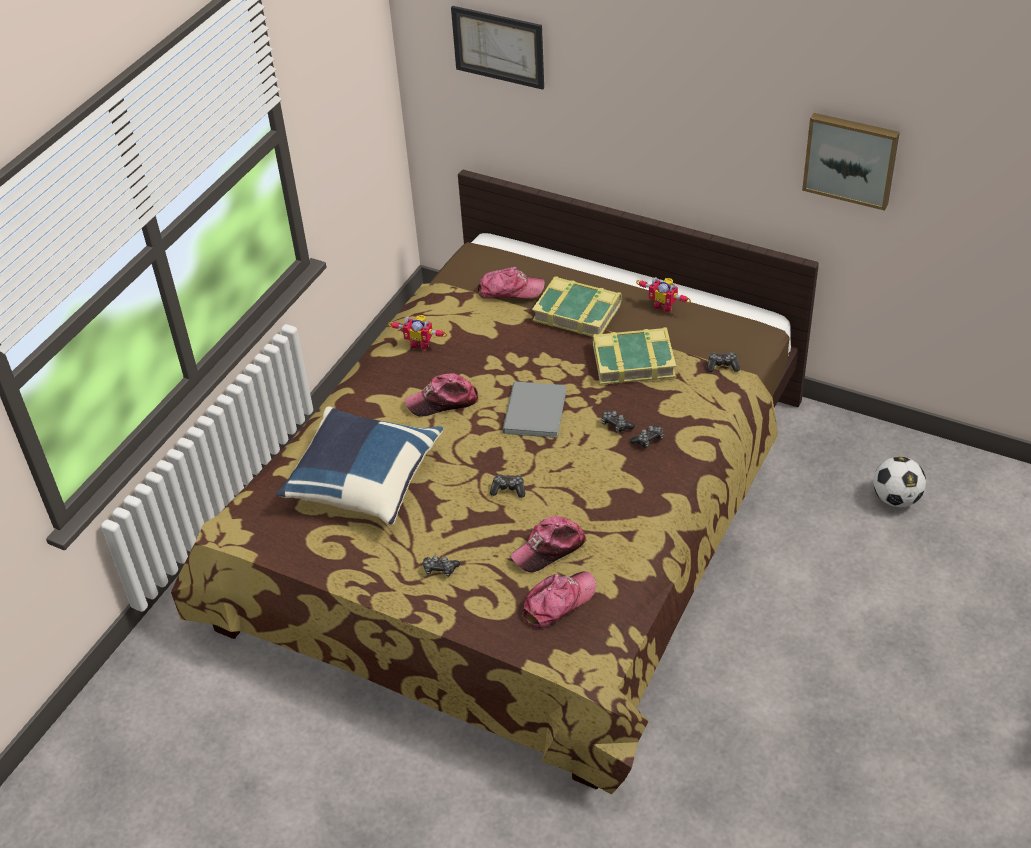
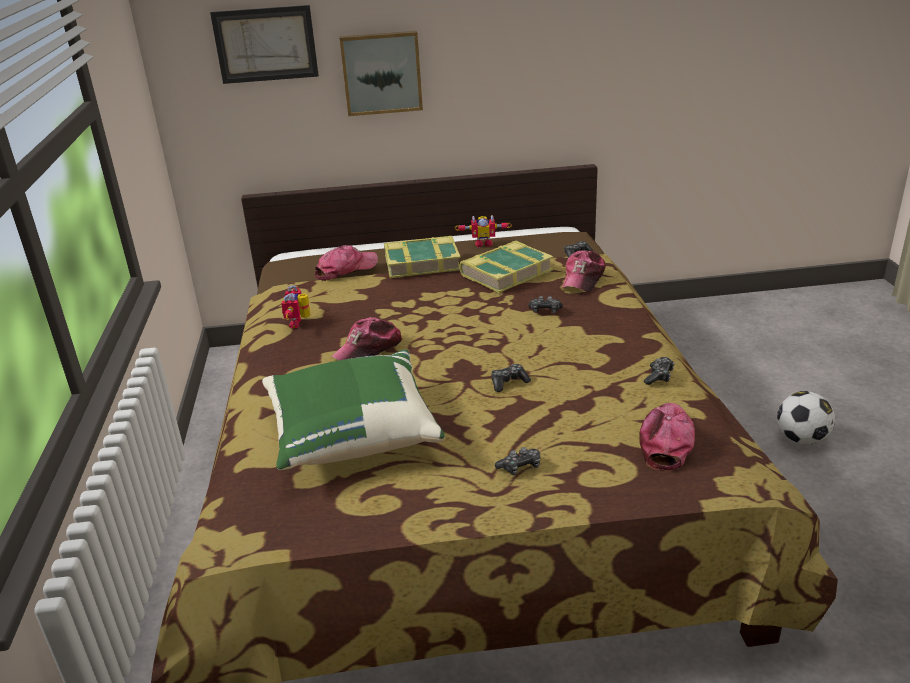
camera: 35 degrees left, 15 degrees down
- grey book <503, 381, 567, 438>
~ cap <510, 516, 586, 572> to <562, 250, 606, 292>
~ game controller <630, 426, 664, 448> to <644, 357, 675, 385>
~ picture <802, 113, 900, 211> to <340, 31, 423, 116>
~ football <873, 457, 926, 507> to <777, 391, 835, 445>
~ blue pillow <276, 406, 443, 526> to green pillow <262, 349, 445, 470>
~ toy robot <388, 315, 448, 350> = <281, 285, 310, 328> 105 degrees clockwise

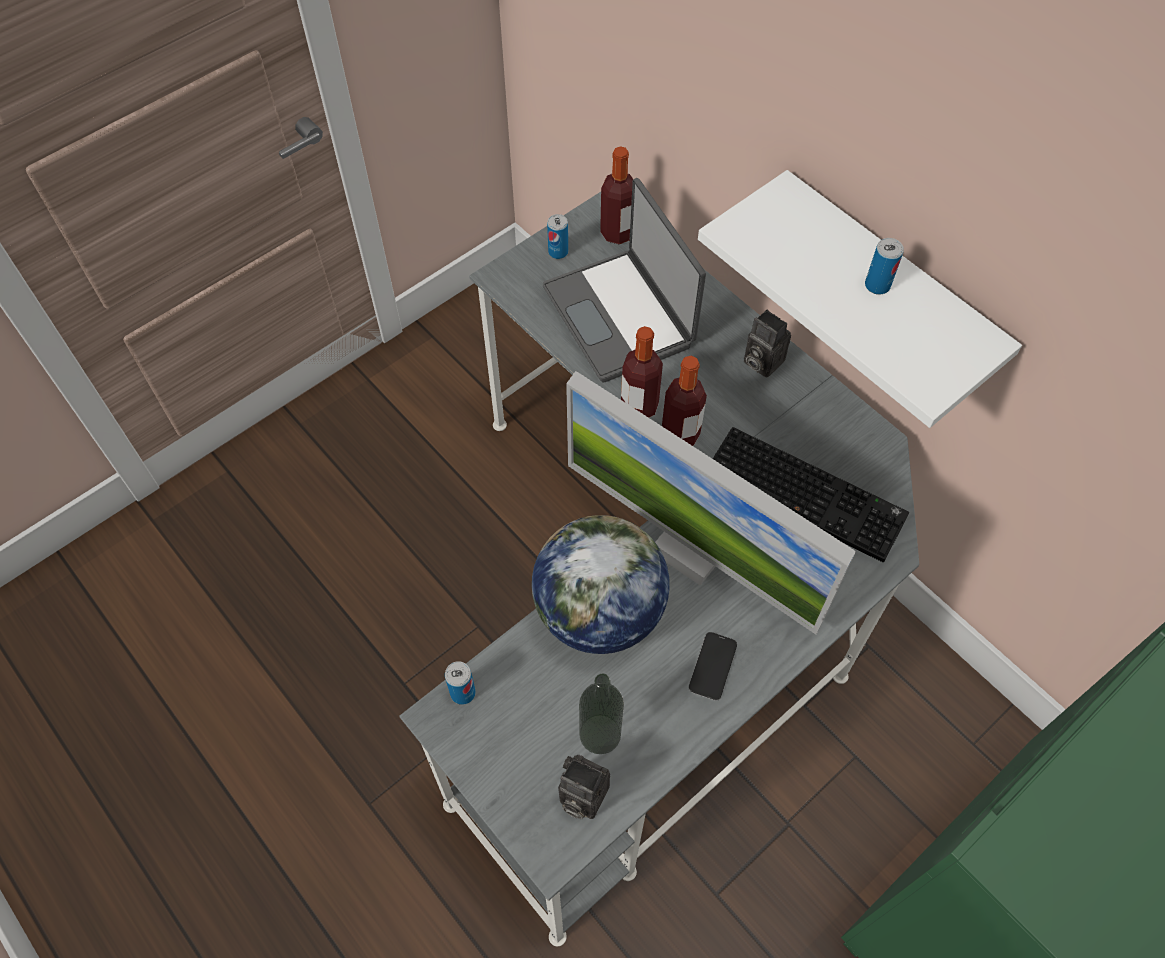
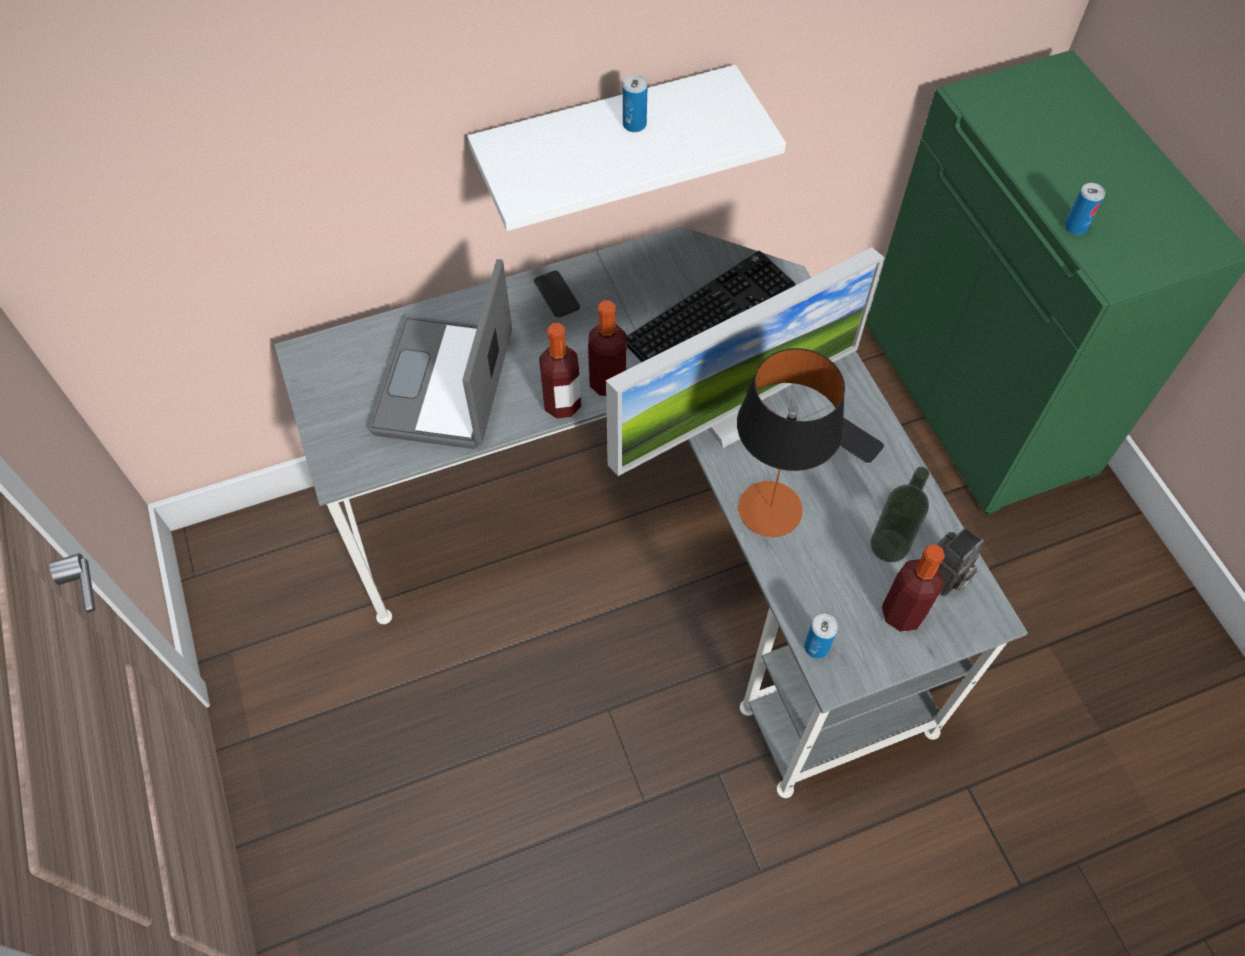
camera: 70 degrees left, 0 degrees up
~ can <547, 214, 568, 259> to <1065, 183, 1105, 235>
~ bottle <600, 146, 633, 244> to <882, 545, 945, 632>
~ globe <532, 515, 670, 654> to table lamp <737, 348, 845, 537>
~ photo camera <744, 310, 791, 378> to phone <534, 271, 580, 318>
~ laptop <543, 178, 706, 382> = <370, 259, 512, 449> 105 degrees clockwise

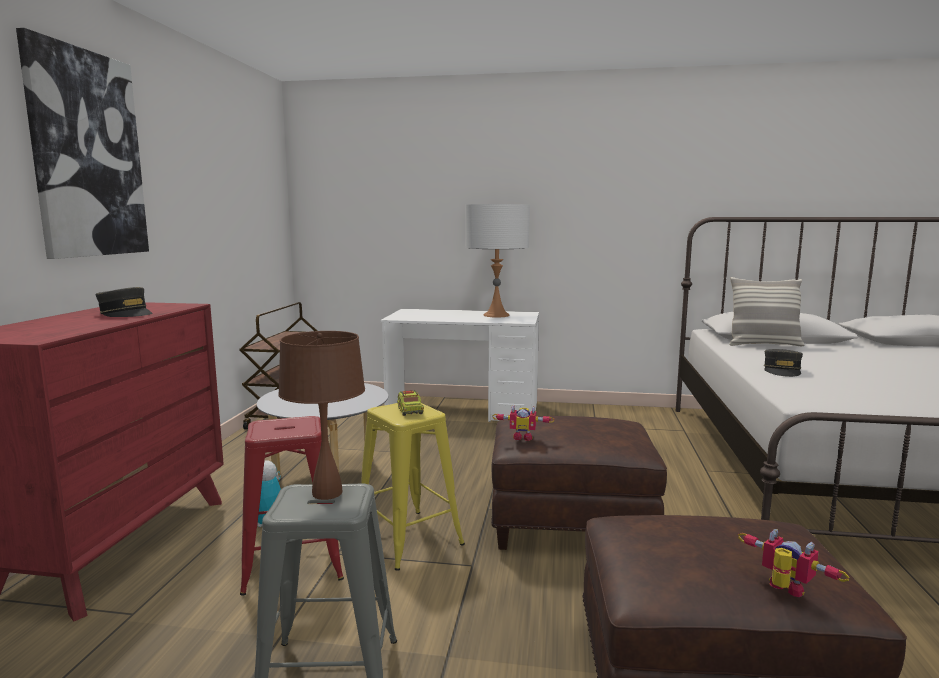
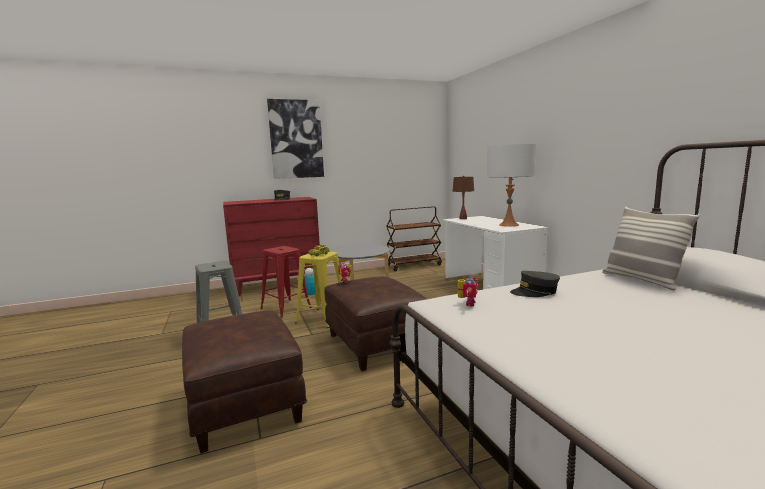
camera: 60 degrees right, 0 degrees up
~ brown table lamp <278, 331, 365, 500> to <453, 176, 474, 219>
~ toy robot <738, 529, 849, 597> to <458, 274, 478, 307>

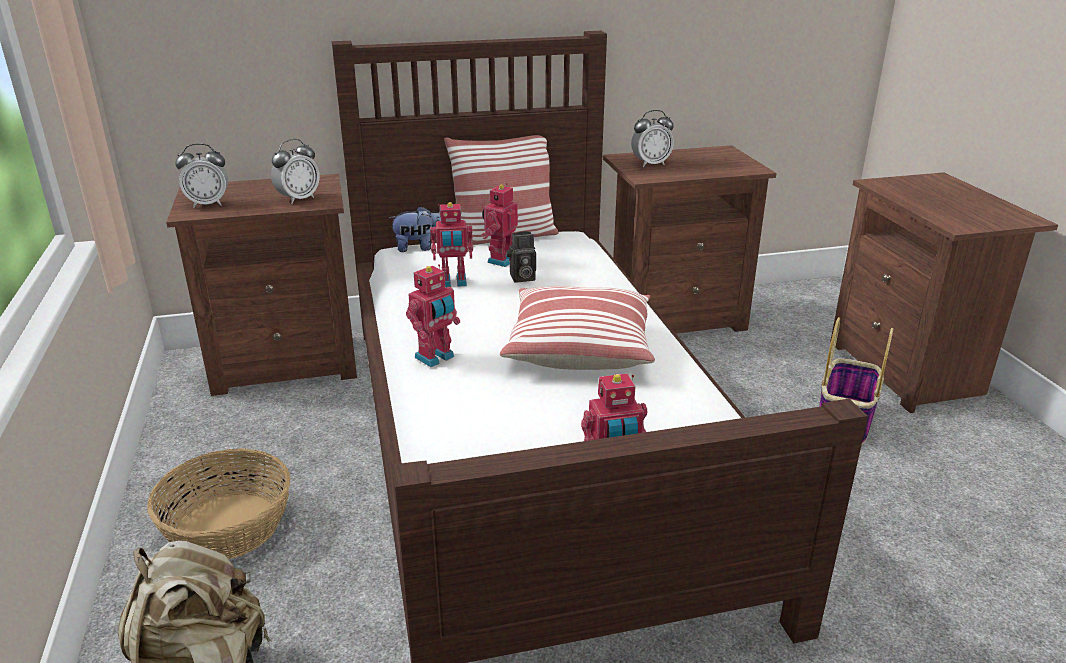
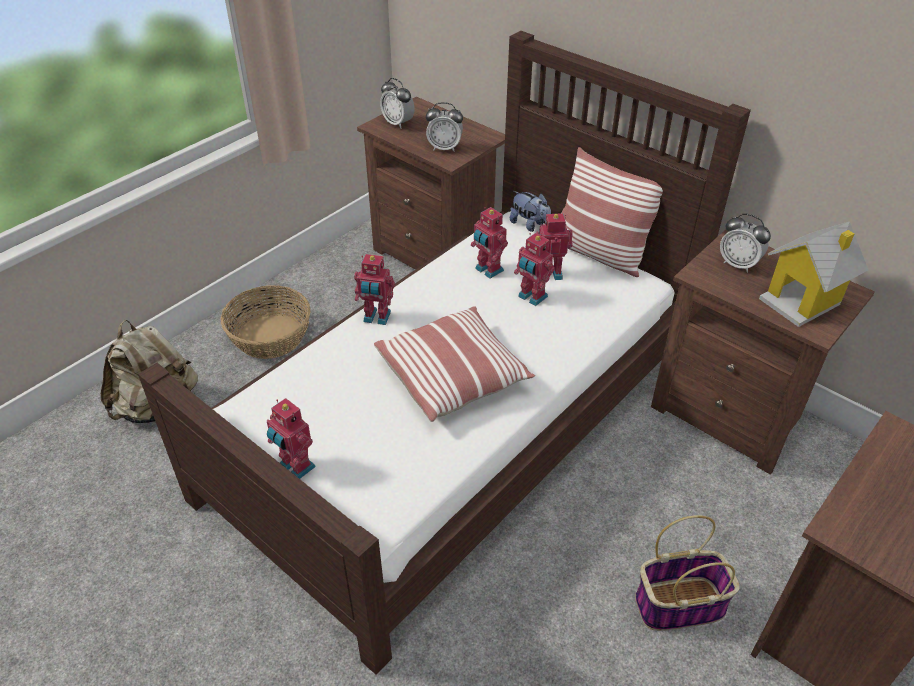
camera: 55 degrees right, 15 degrees up
+ toy house <759, 221, 868, 327>
~ photo camera <506, 231, 536, 282> to toy robot <514, 233, 555, 306>

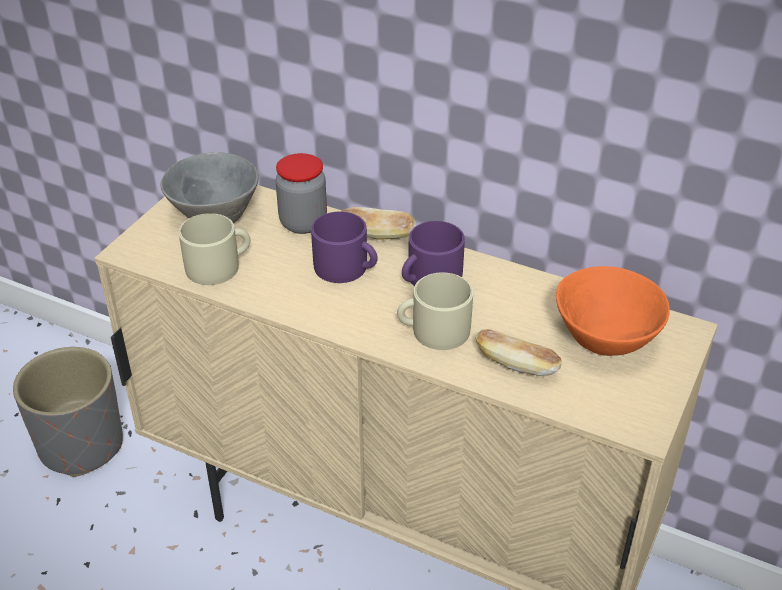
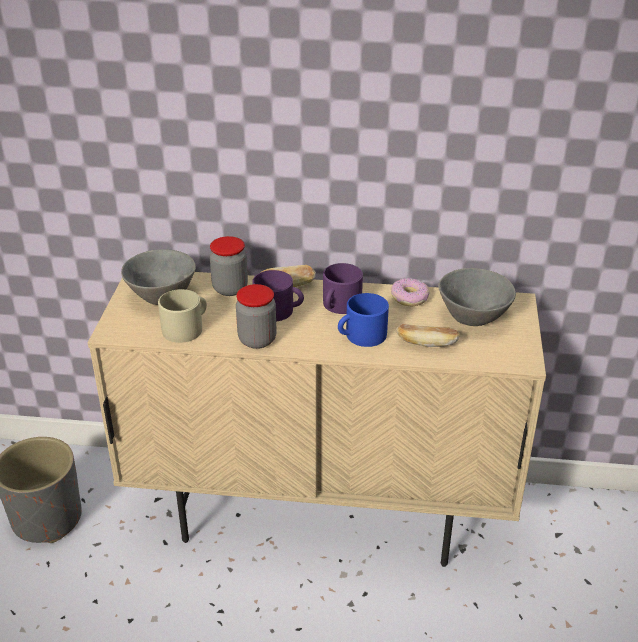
camera: 20 degrees left, 5 degrees down
+ jar <236, 284, 277, 349>
+ donut <391, 278, 430, 307>
~ beige mug <397, 272, 473, 350> to blue mug <338, 293, 389, 347>
~ orange bowl <556, 266, 670, 356> to grey bowl <438, 268, 516, 326>

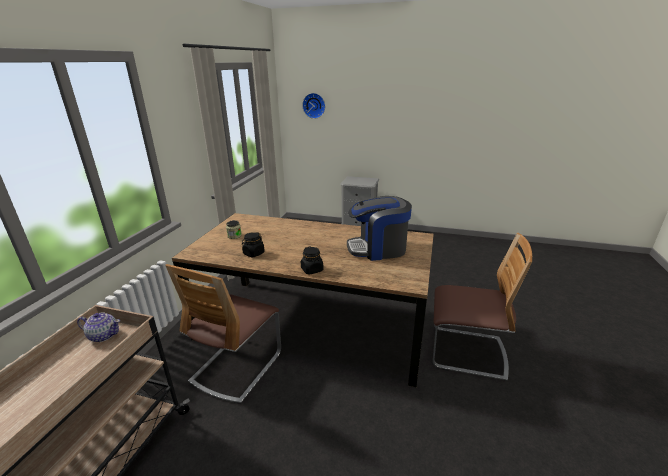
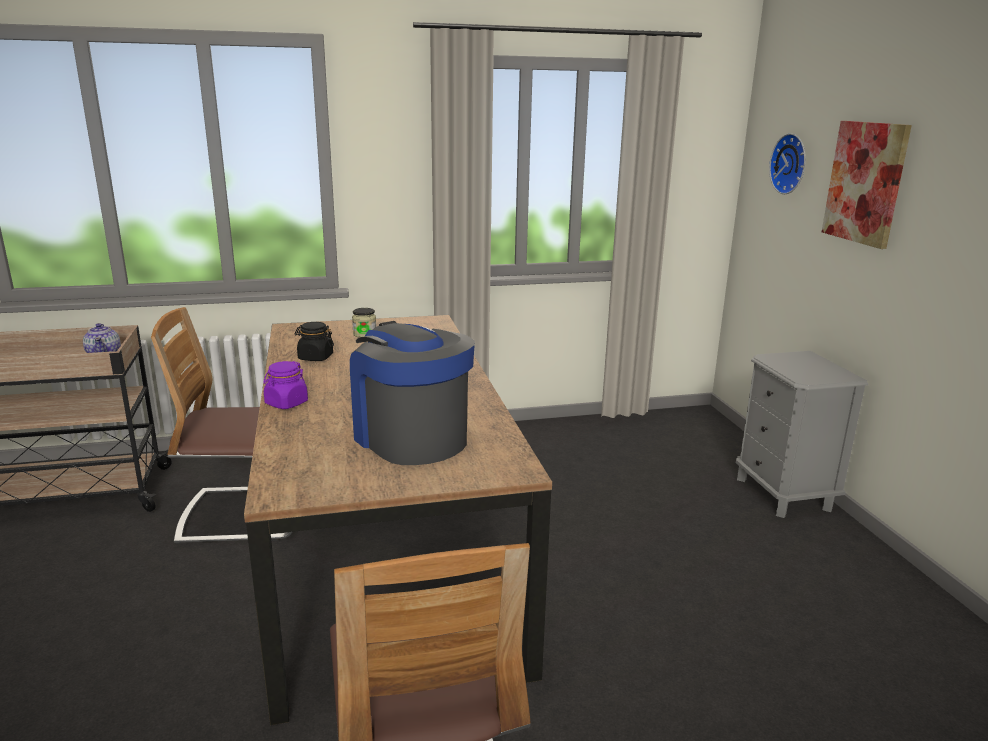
camera: 60 degrees right, 5 degrees down
+ picture <822, 121, 912, 249>
~ black jar <301, 247, 323, 275> to purple jar <263, 361, 308, 409>

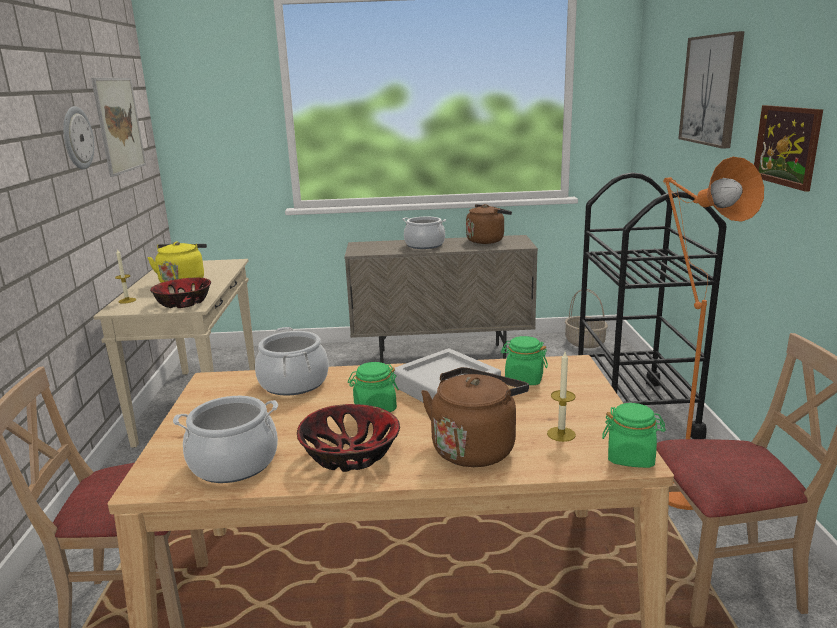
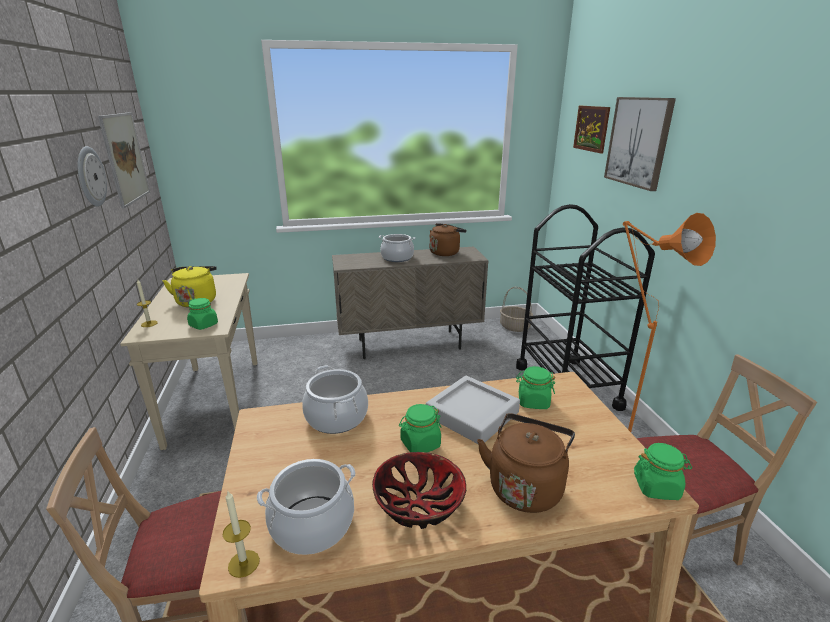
camera: 10 degrees left, 5 degrees up
~ candle <547, 352, 576, 442> to <223, 490, 260, 578>
~ picture <754, 105, 823, 192> to <573, 106, 610, 154>
~ bowl <150, 278, 211, 308> to green jar <187, 298, 218, 330>

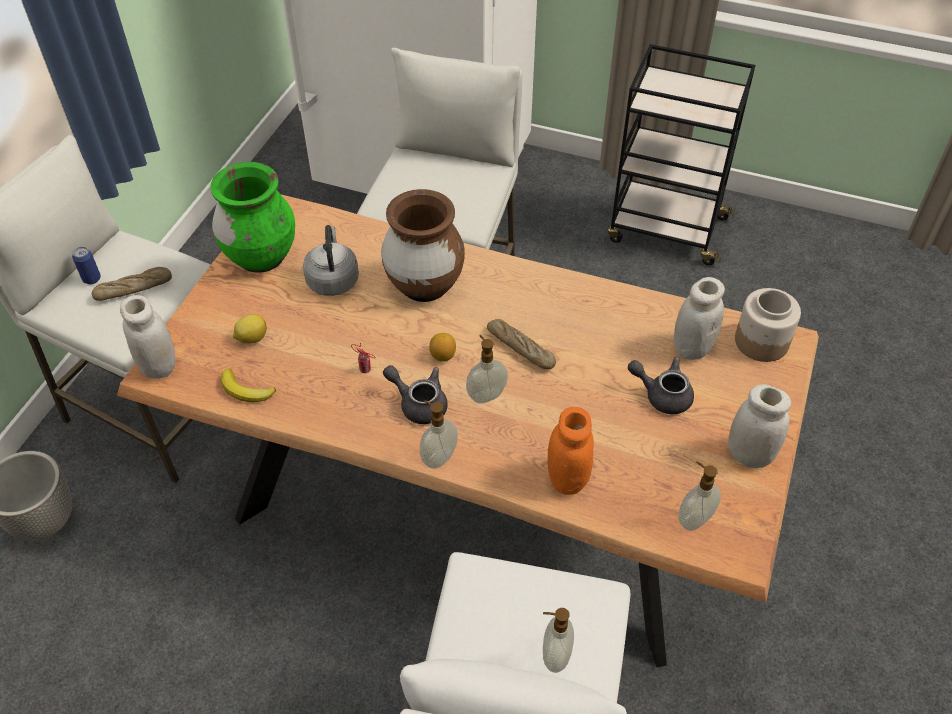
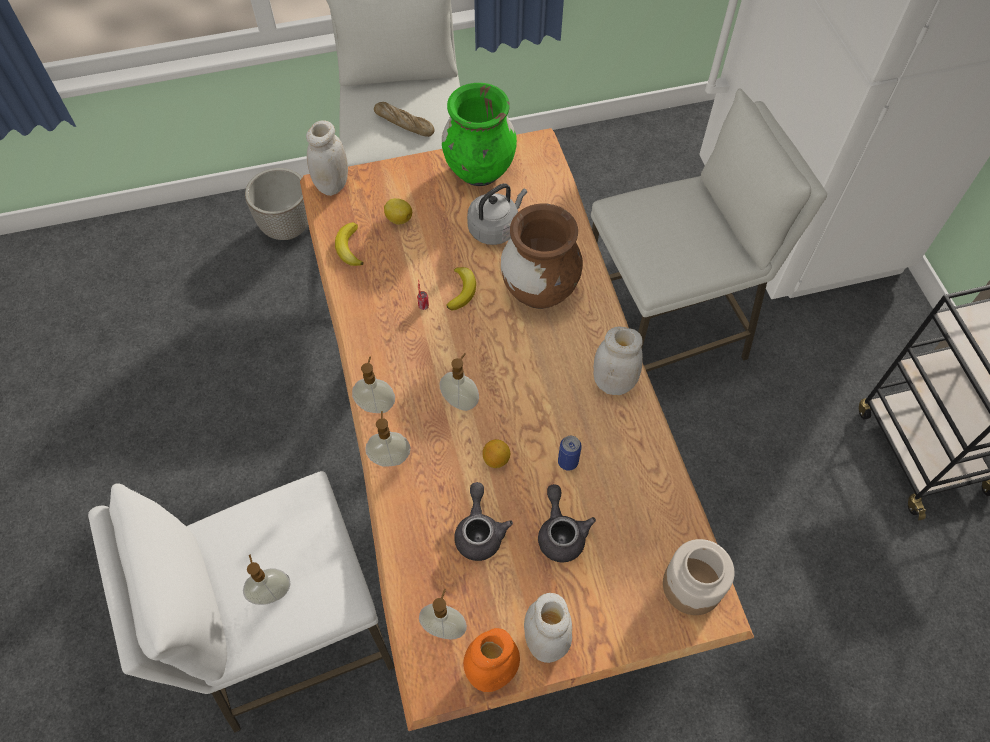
camera: 55 degrees right, 10 degrees up
- bread <487, 319, 556, 369>
+ soap dispenser <366, 411, 411, 467>
+ banana <446, 267, 476, 311>
~ can <72, 246, 101, 284> to <558, 436, 582, 471>
~ grey teapot <383, 365, 448, 424> to <454, 482, 513, 561>
~ lemon <429, 333, 456, 362> to <483, 439, 510, 468>
~ orange jar <548, 407, 594, 495> to <463, 628, 520, 692>
~ white jar <674, 277, 725, 360> to <593, 327, 643, 395>

